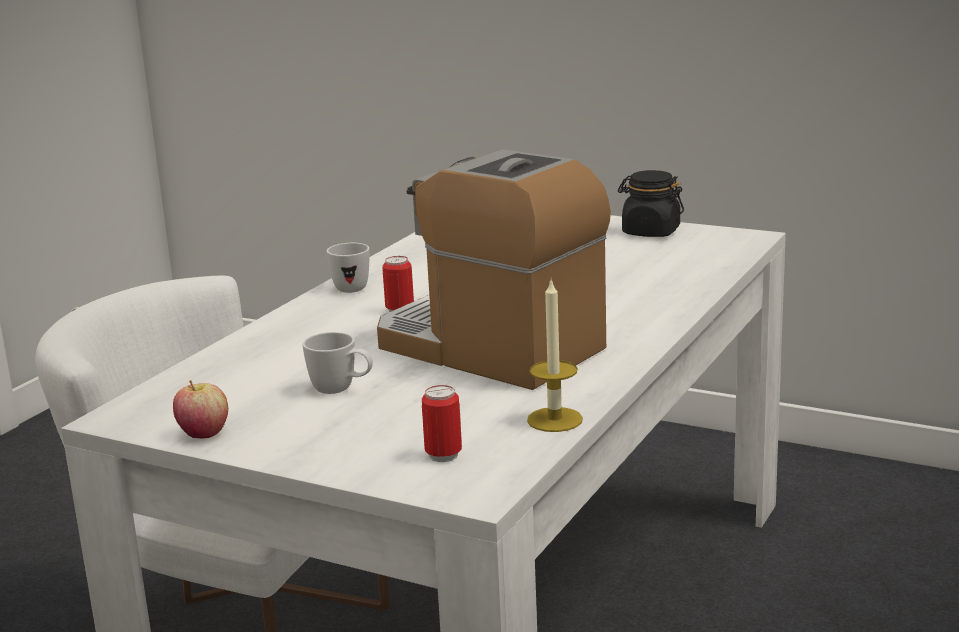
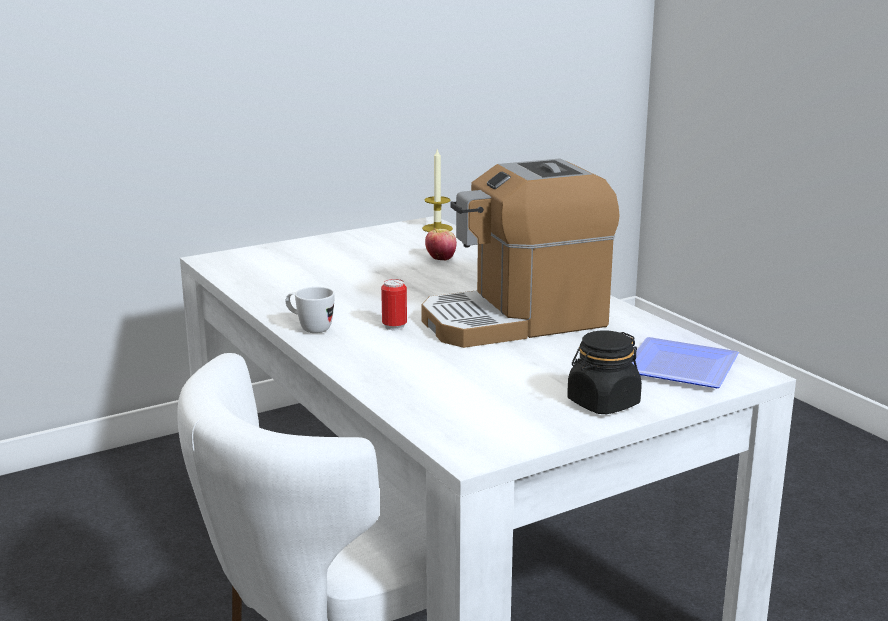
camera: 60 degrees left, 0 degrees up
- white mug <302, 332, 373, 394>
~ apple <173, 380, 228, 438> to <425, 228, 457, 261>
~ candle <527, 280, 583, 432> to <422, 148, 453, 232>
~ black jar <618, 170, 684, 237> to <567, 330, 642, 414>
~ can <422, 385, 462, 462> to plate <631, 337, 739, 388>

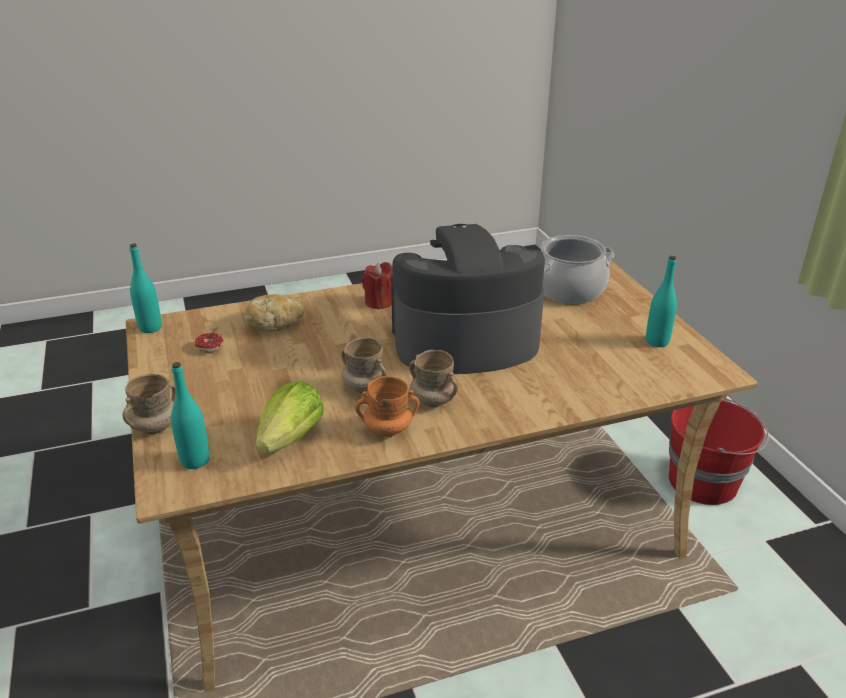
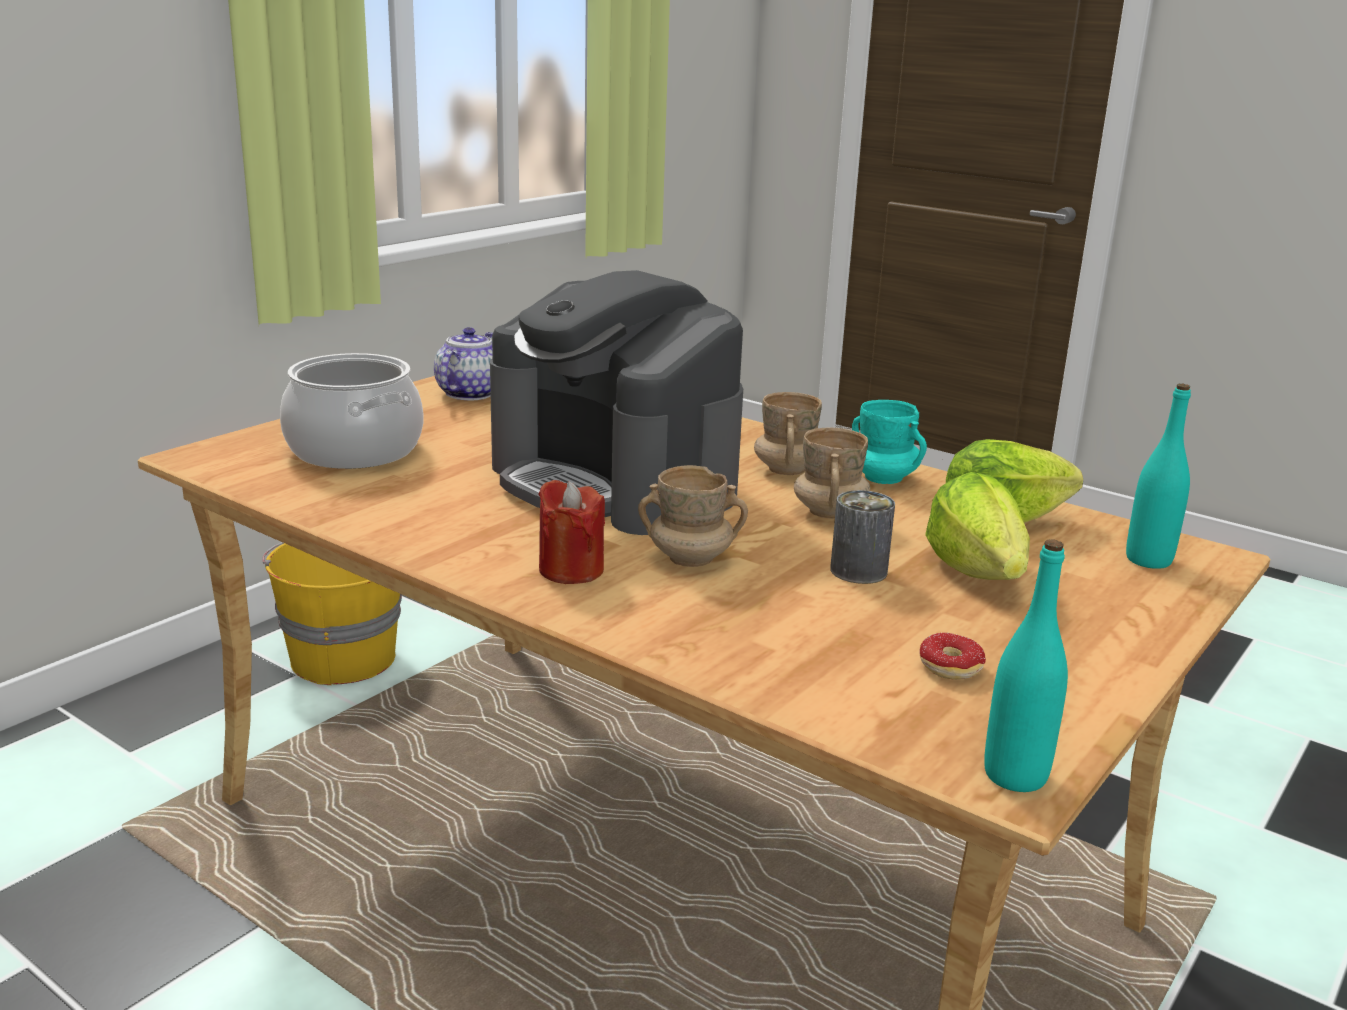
camera: 125 degrees left, 10 degrees down
- bread <244, 294, 304, 331>
+ can <830, 490, 895, 584>
+ lettuce <925, 472, 1030, 580>
~ beige mug <122, 374, 176, 434> to <638, 465, 748, 567>
~ turquoise bottle <646, 256, 677, 347> to teapot <434, 327, 493, 400>
~ orange mug <355, 376, 420, 437> to turquoise mug <852, 400, 927, 484>
~ red bucket <669, 399, 769, 505> to yellow bucket <263, 542, 402, 685>

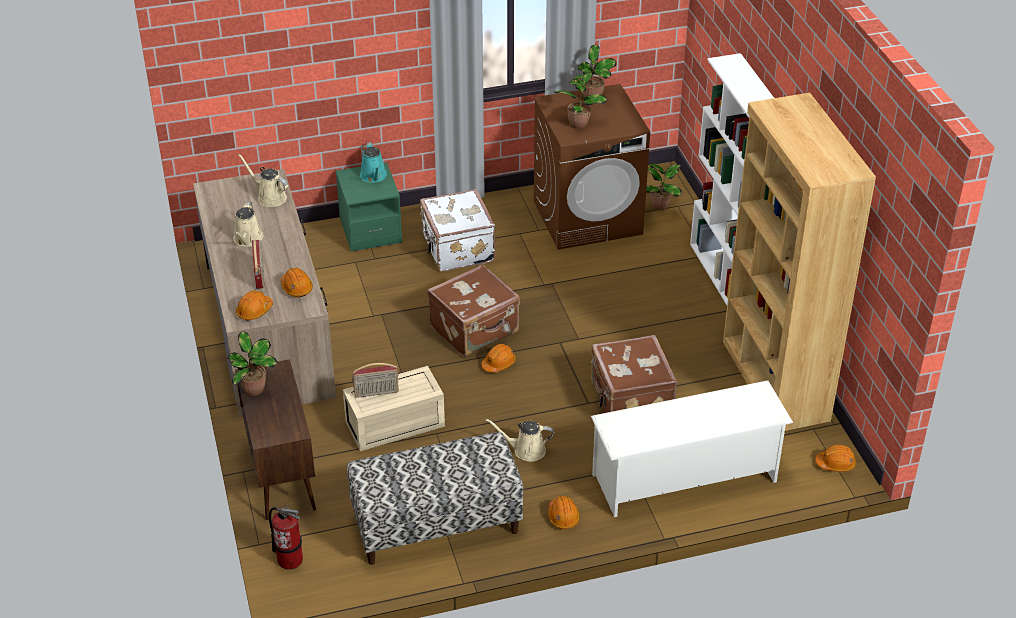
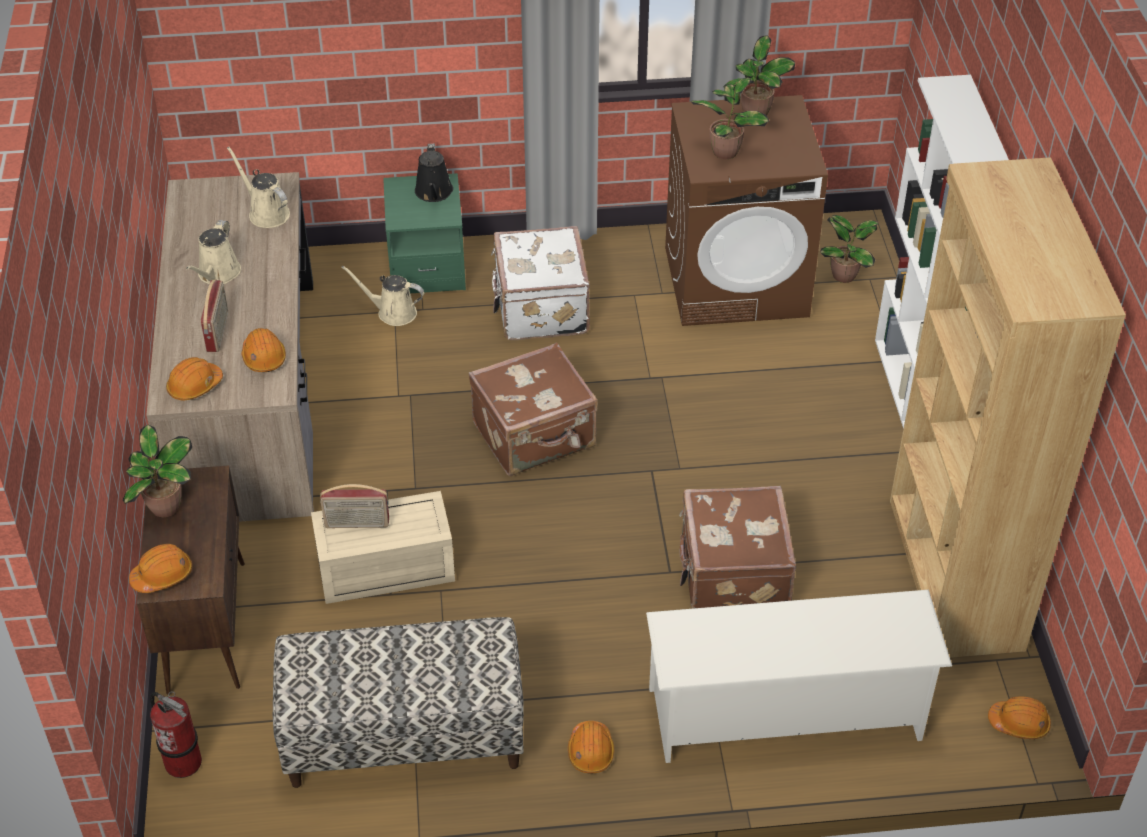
camera: 10 degrees right, 5 degrees up
~ orange hard hat <481, 344, 516, 373> to <129, 544, 192, 593>
~ beige watering can <485, 419, 554, 462> to <341, 266, 424, 326>
~ turquoise watering can <360, 142, 387, 183> to black watering can <415, 143, 453, 202>

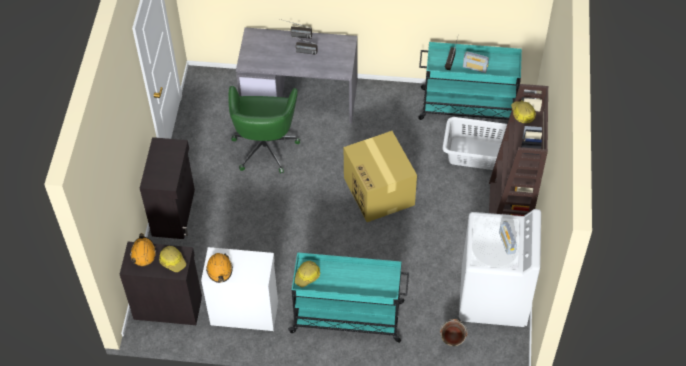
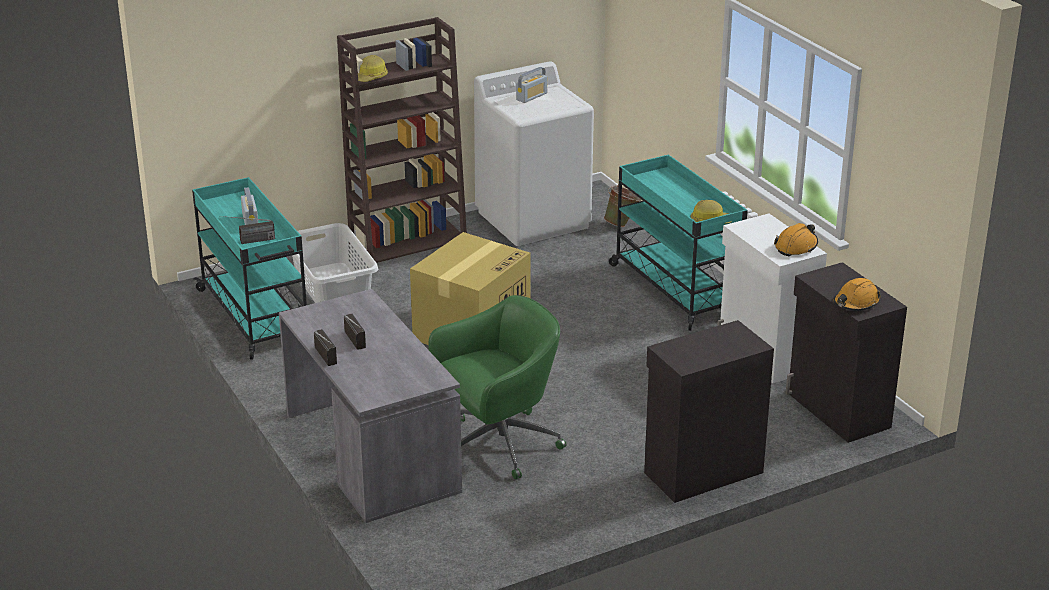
camera: 125 degrees left, 25 degrees down
- hard hat <159, 246, 186, 272>

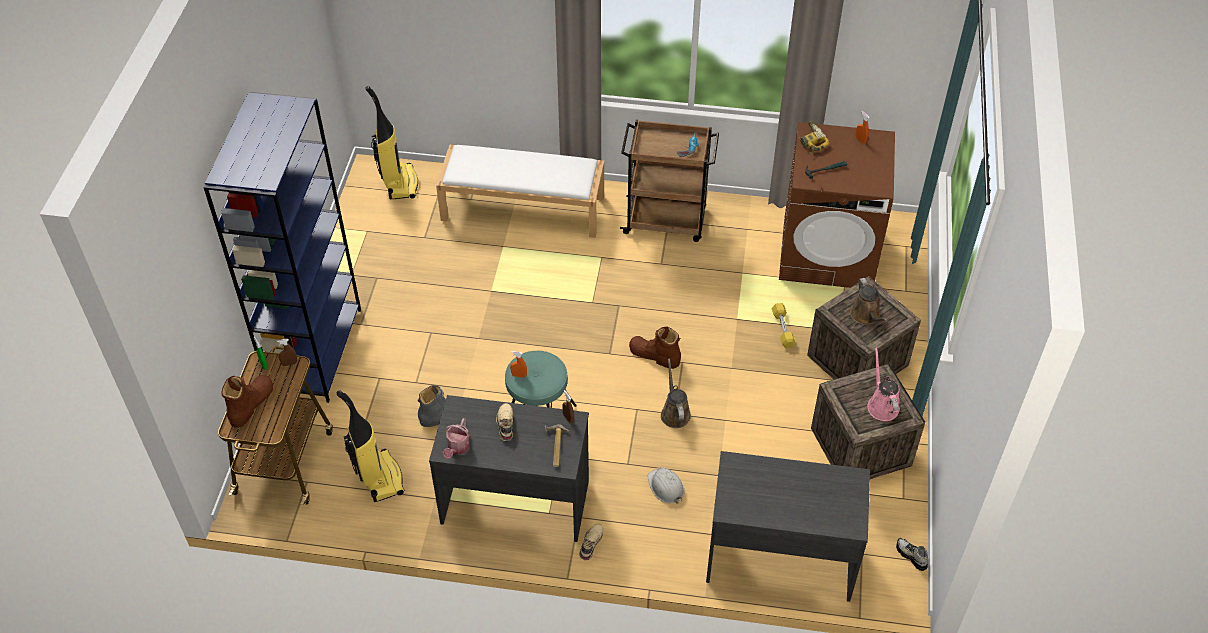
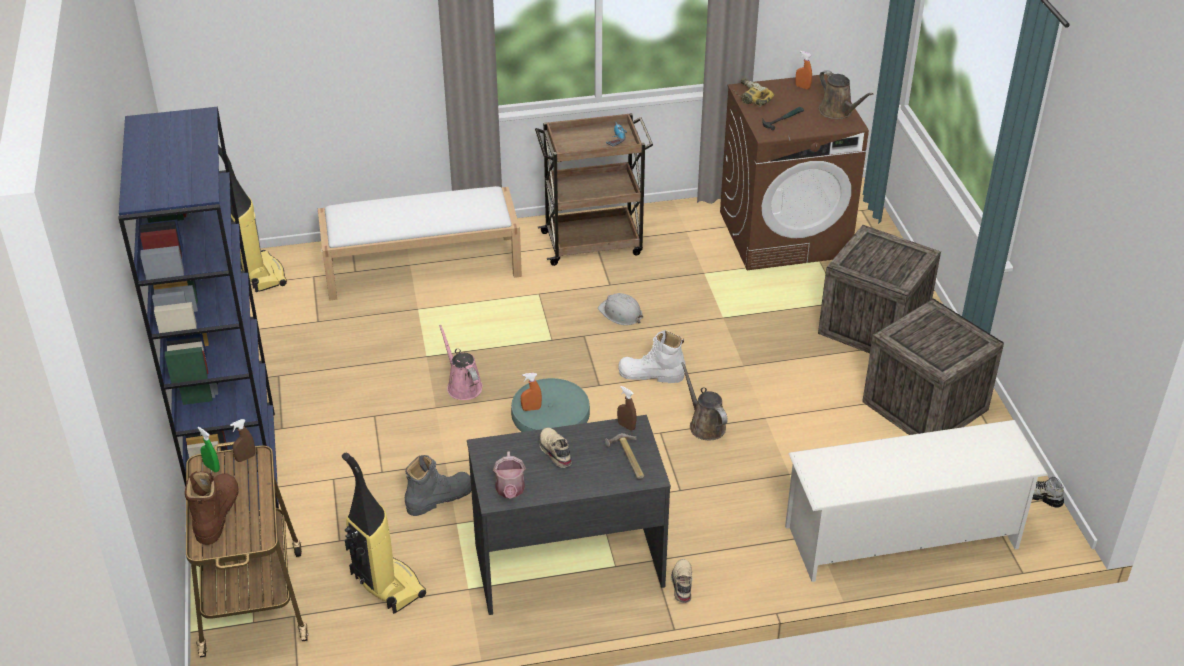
camera: 20 degrees left, 10 degrees down
- yellow dumbbell <772, 303, 796, 348>
~ white hard hat <647, 467, 685, 504> to <598, 293, 643, 325>
~ brown watering can <850, 278, 887, 325> to <819, 70, 873, 119>
~ pink watering can <867, 347, 900, 421> to <439, 325, 483, 400>
~ grey desk <706, 451, 870, 602> to white shoe rack <785, 420, 1048, 582>
~ brown boot <629, 327, 681, 369> to white boot <618, 330, 686, 383>

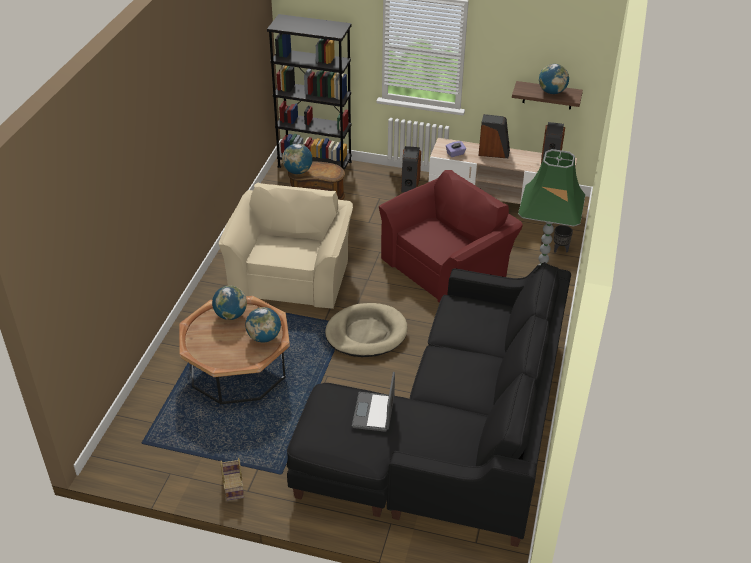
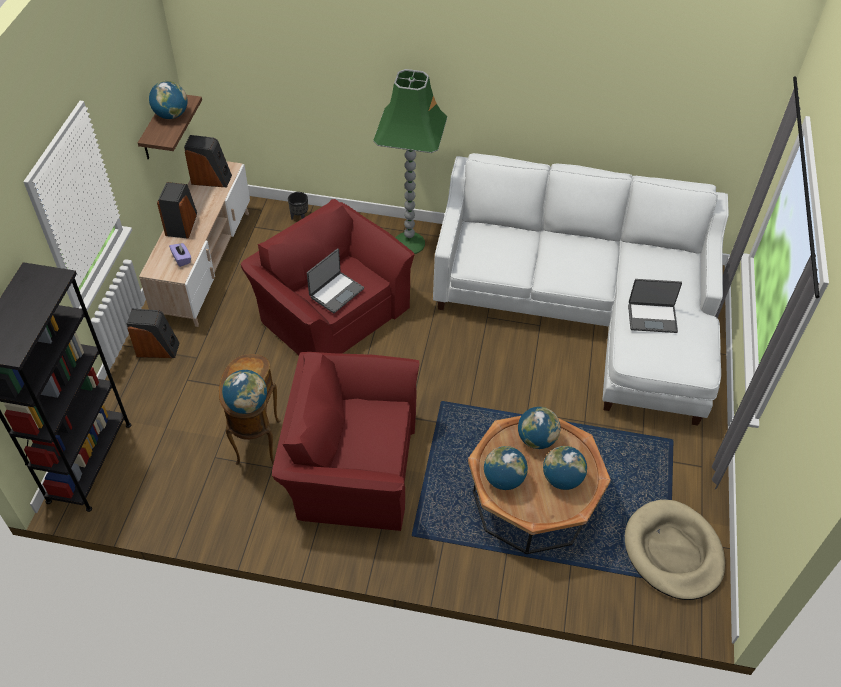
camera: 95 degrees left, 10 degrees up
- basket <220, 458, 244, 501>
+ laptop <307, 248, 364, 313>
+ globe <543, 446, 587, 490>
~ beige dog bed <325, 303, 408, 357> to <625, 500, 725, 600>
~ beige armchair <219, 183, 353, 309> to red armchair <272, 352, 419, 531>
~ black sofa <287, 262, 571, 547> to white sofa <433, 153, 729, 426>

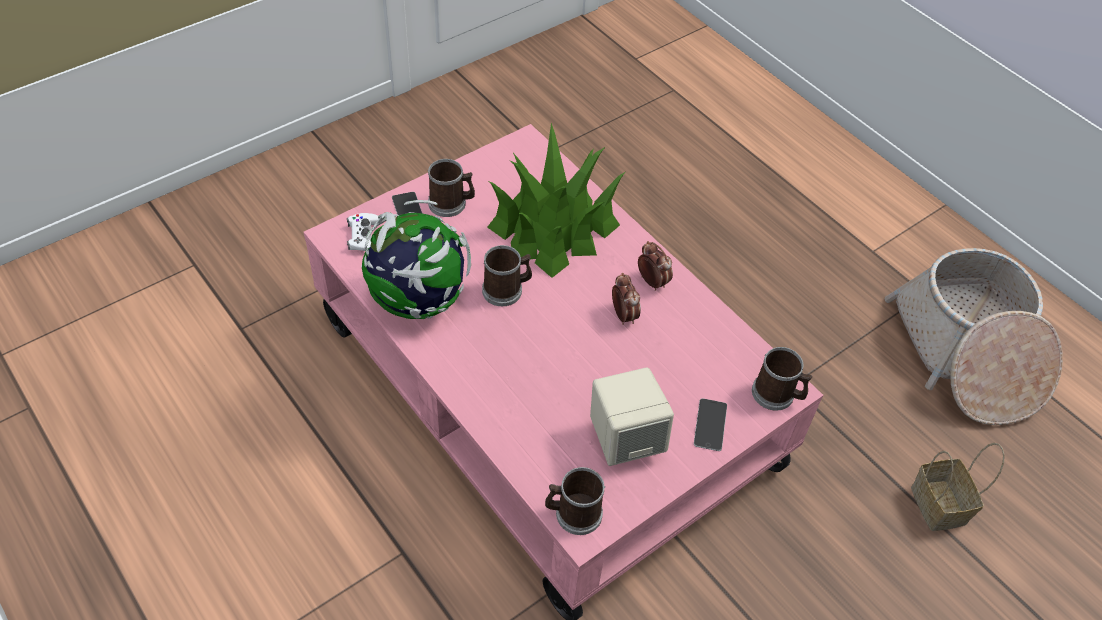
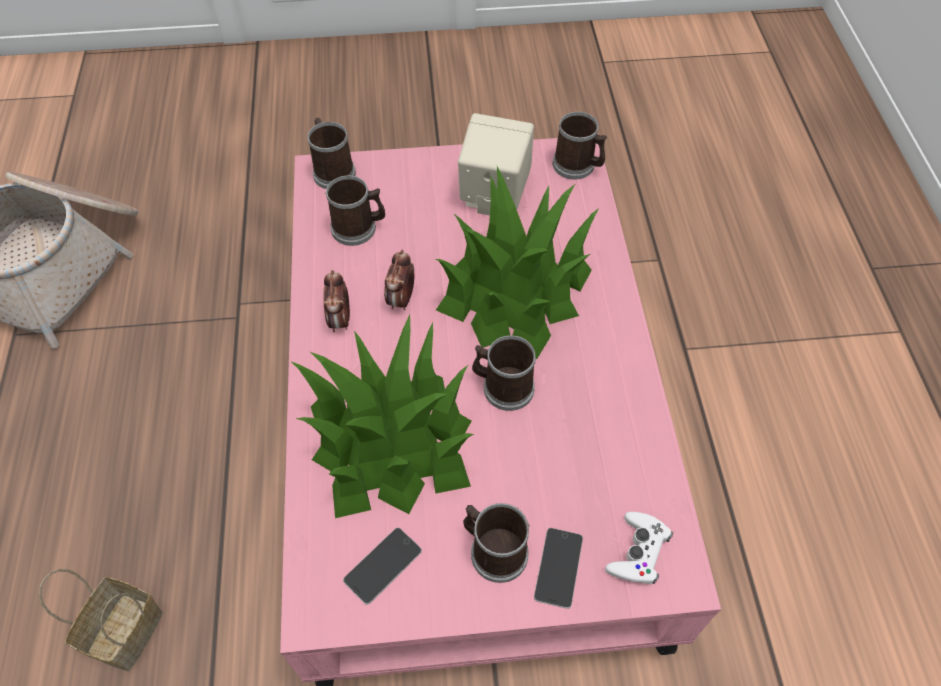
camera: 145 degrees left, 5 degrees up
- globe <361, 200, 471, 319>
+ mug <325, 175, 385, 246>
+ potted plant <436, 167, 599, 359>
~ phone <694, 398, 727, 451> to <343, 528, 422, 605>
~ basket <911, 443, 1005, 531> to <39, 569, 163, 671>

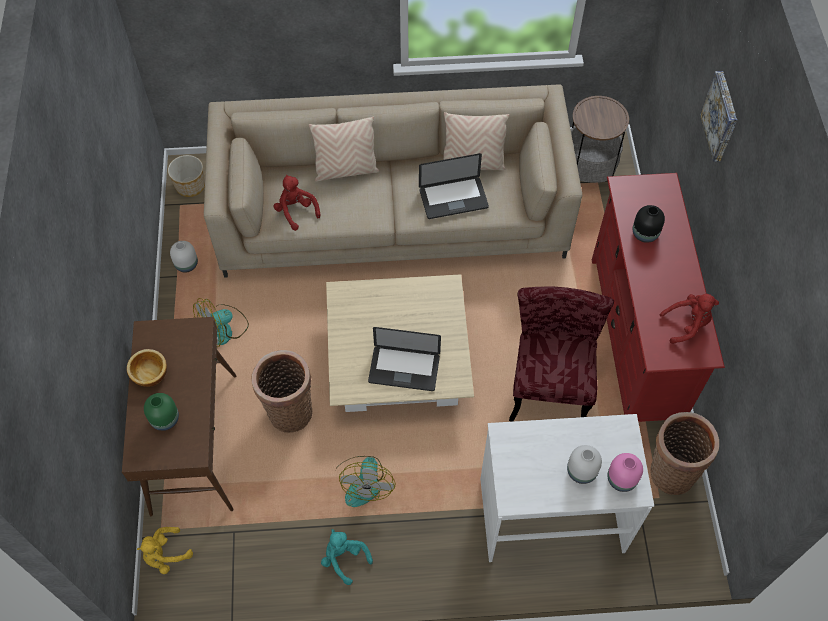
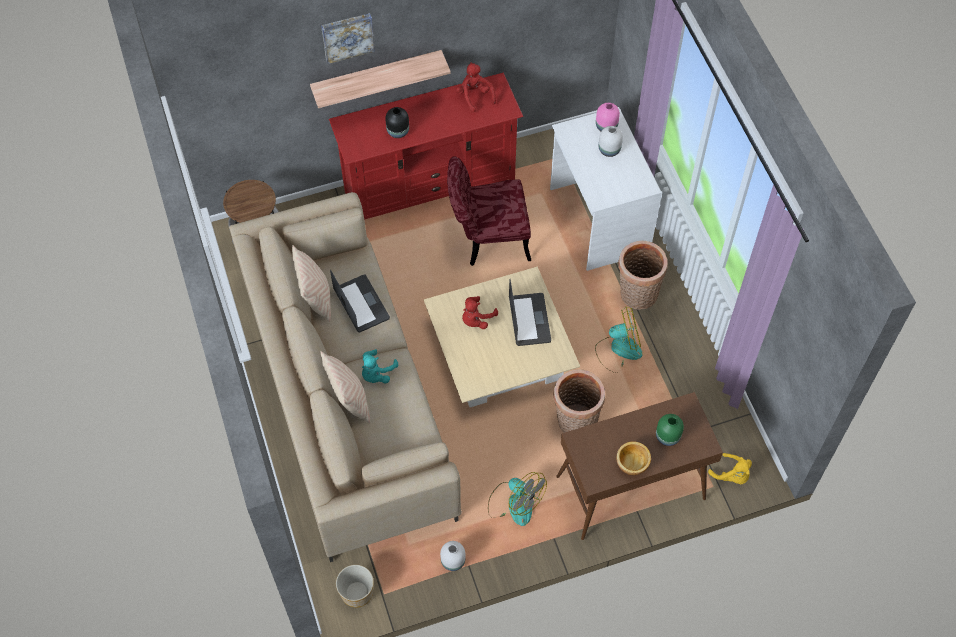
camera: 105 degrees left, 0 degrees up
+ shelf <310, 50, 451, 108>
~ red plush toy <273, 175, 320, 231> to <462, 296, 498, 329>
~ turquoise plush toy <321, 529, 373, 585> to <362, 349, 398, 384>
~ basket <650, 412, 719, 495> to <618, 241, 668, 310>

